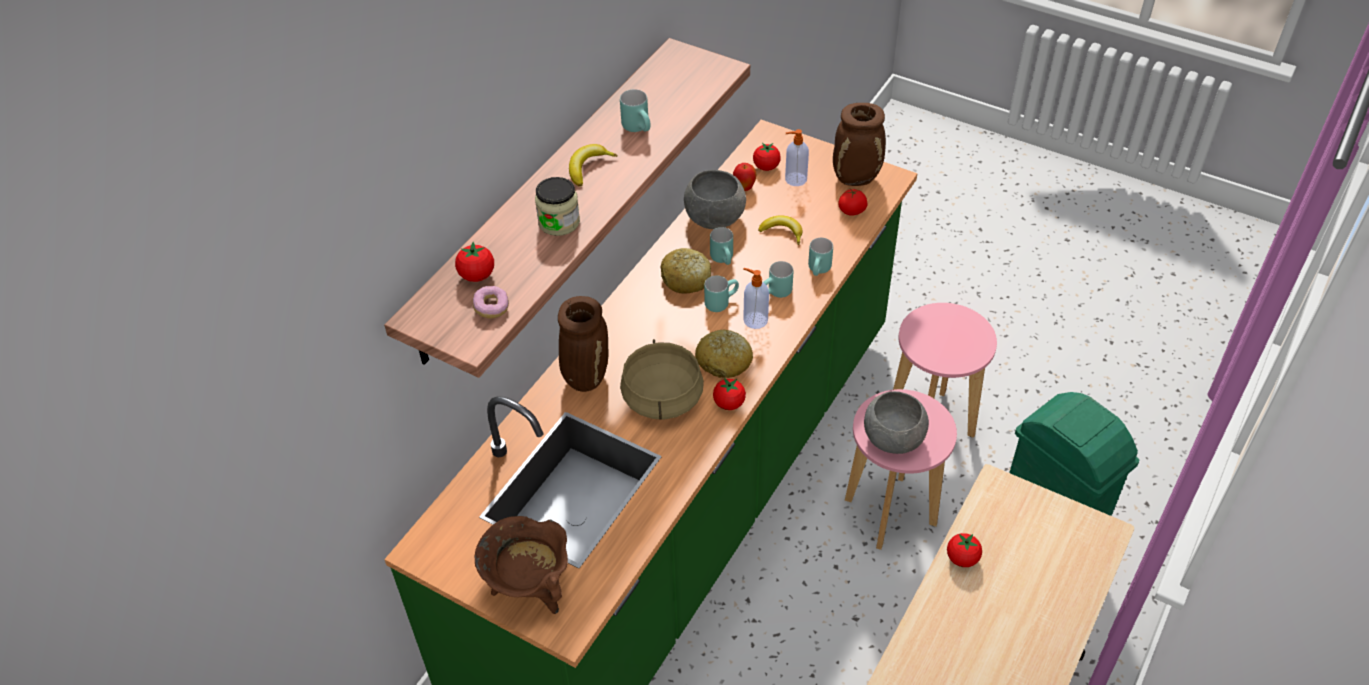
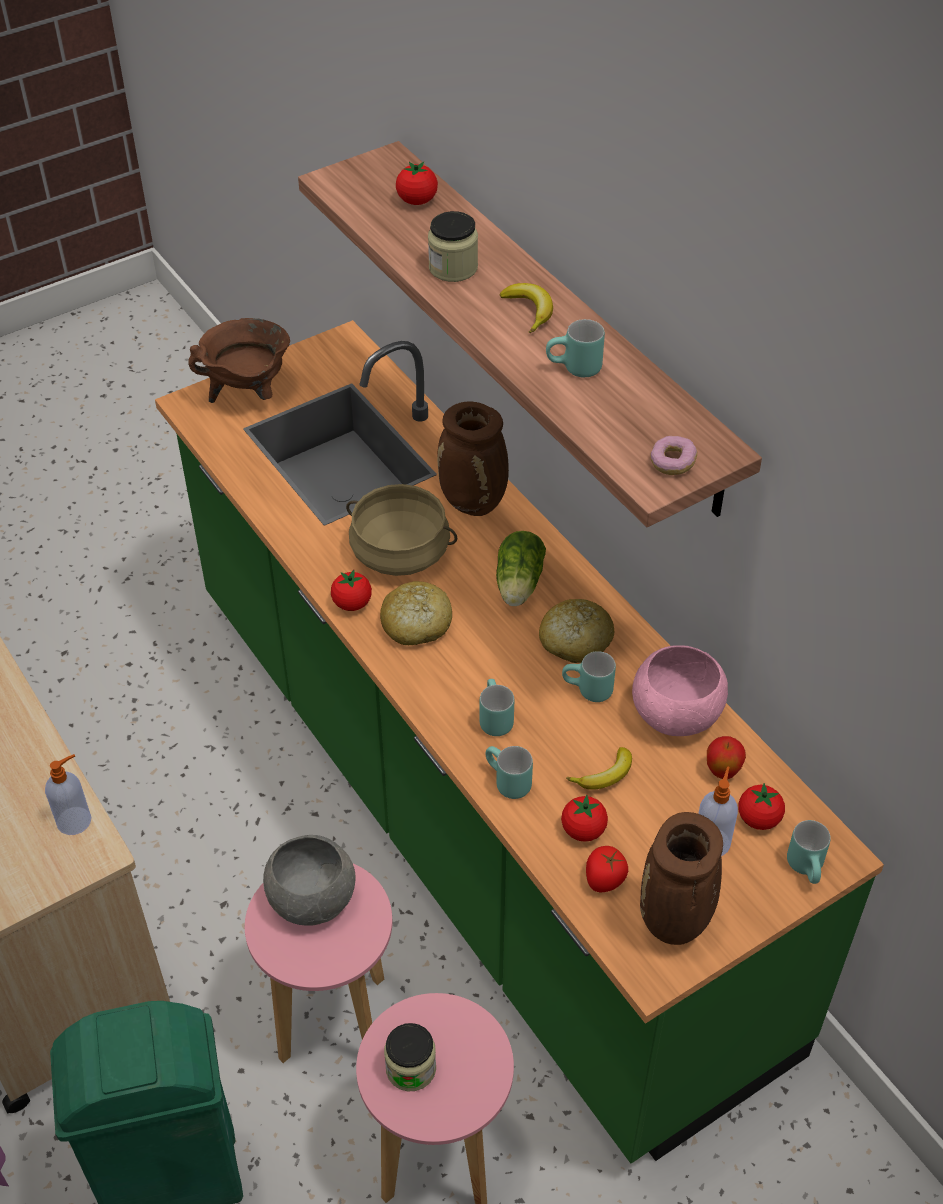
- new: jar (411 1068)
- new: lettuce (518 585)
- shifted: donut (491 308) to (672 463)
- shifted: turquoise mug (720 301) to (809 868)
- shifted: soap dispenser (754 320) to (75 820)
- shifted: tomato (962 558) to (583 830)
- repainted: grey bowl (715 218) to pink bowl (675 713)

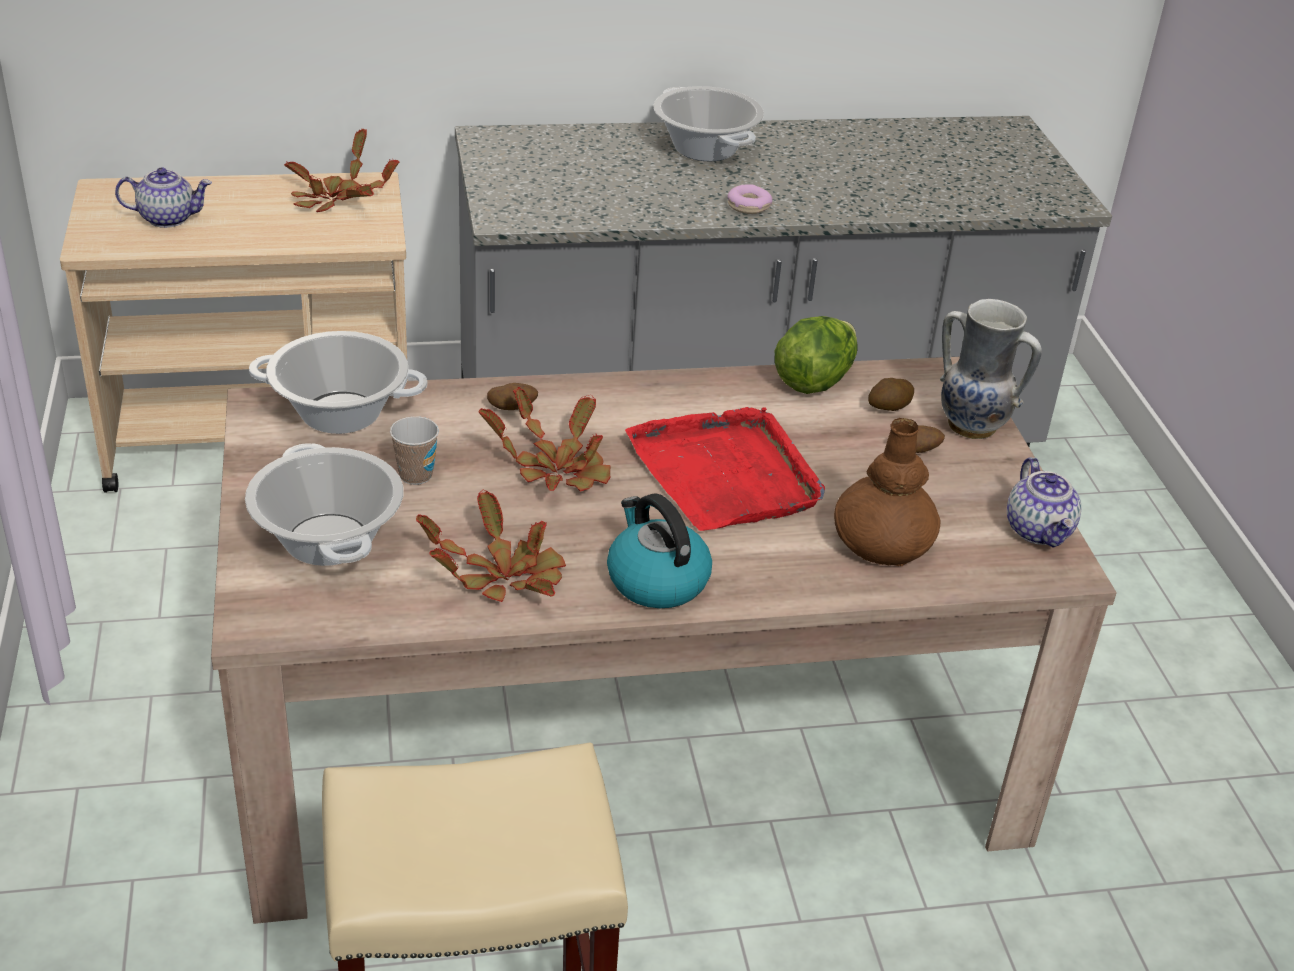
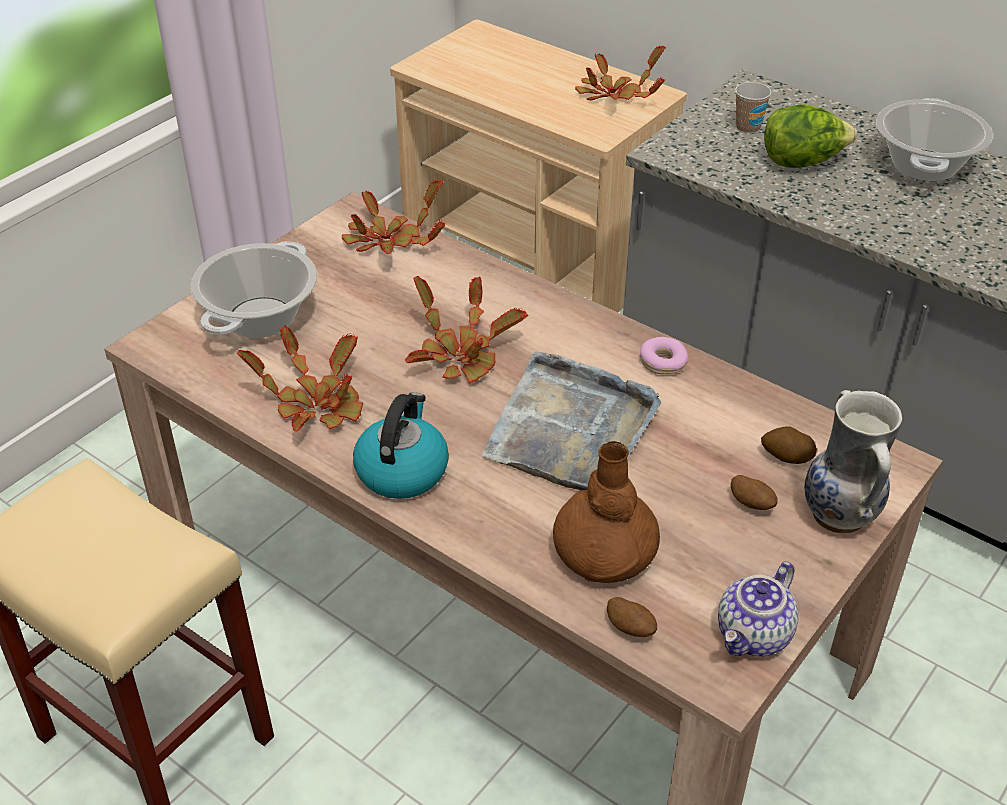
- gone: teapot (168 218)
- shifted: cup (415 475) to (748 127)
- shifted: potato (512 409) to (630 629)
- shifted: donut (748 206) to (663 362)
- shifted: lettuce (814 380) to (802 162)
- swapped: cooking pot (340 414) to potted plant (388 242)
- repainted: red tray (726 474) to grey tray (570 429)

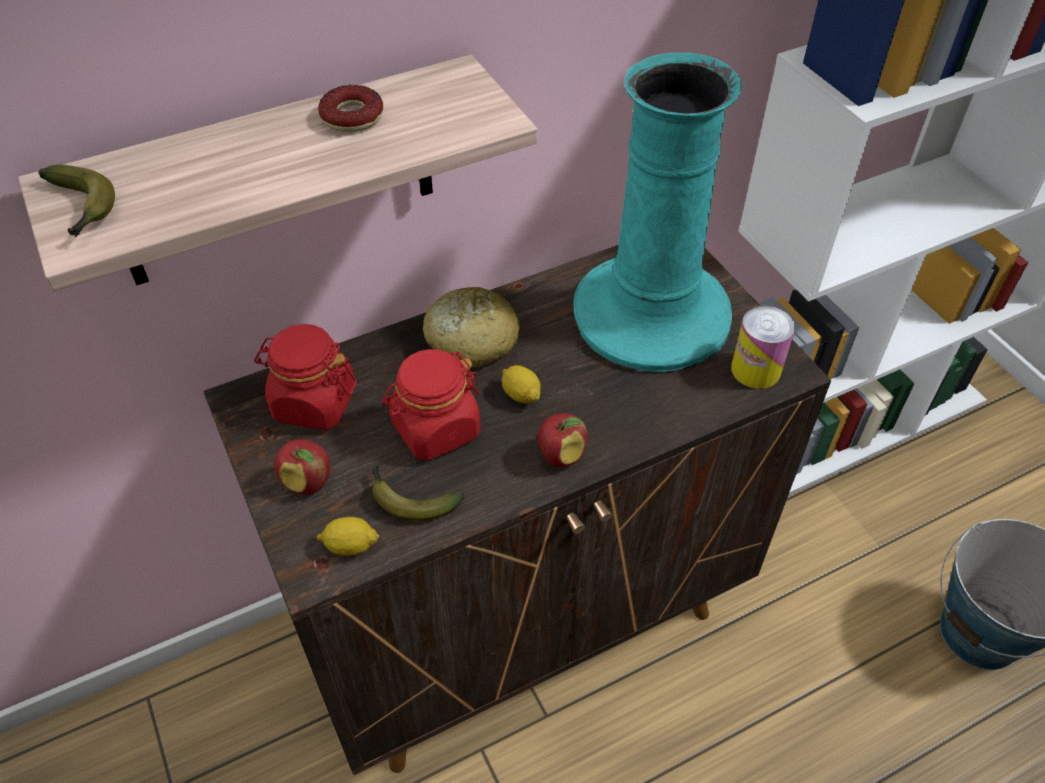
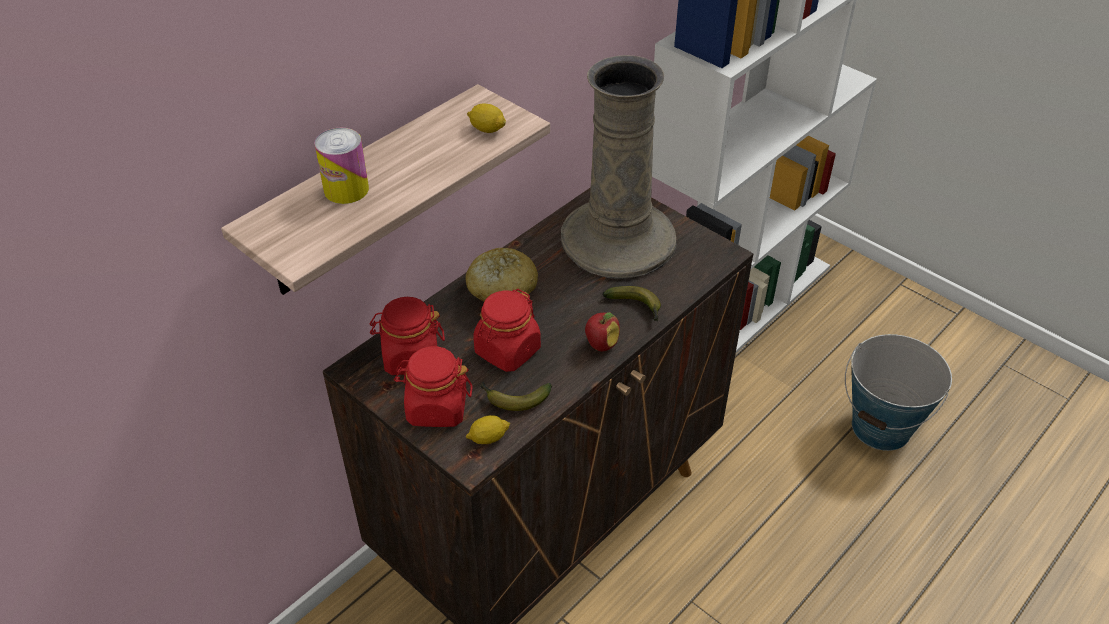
- gone: donut (352 117)
- shifted: banana (82 209) to (636 307)
- shifted: lemon (520 394) to (487 129)
- shifted: can (755 369) to (346 189)
- swapped: apple (308 482) to red jar (436 408)
- repainted: turquoise vase (652 315) to beige vase (619 240)

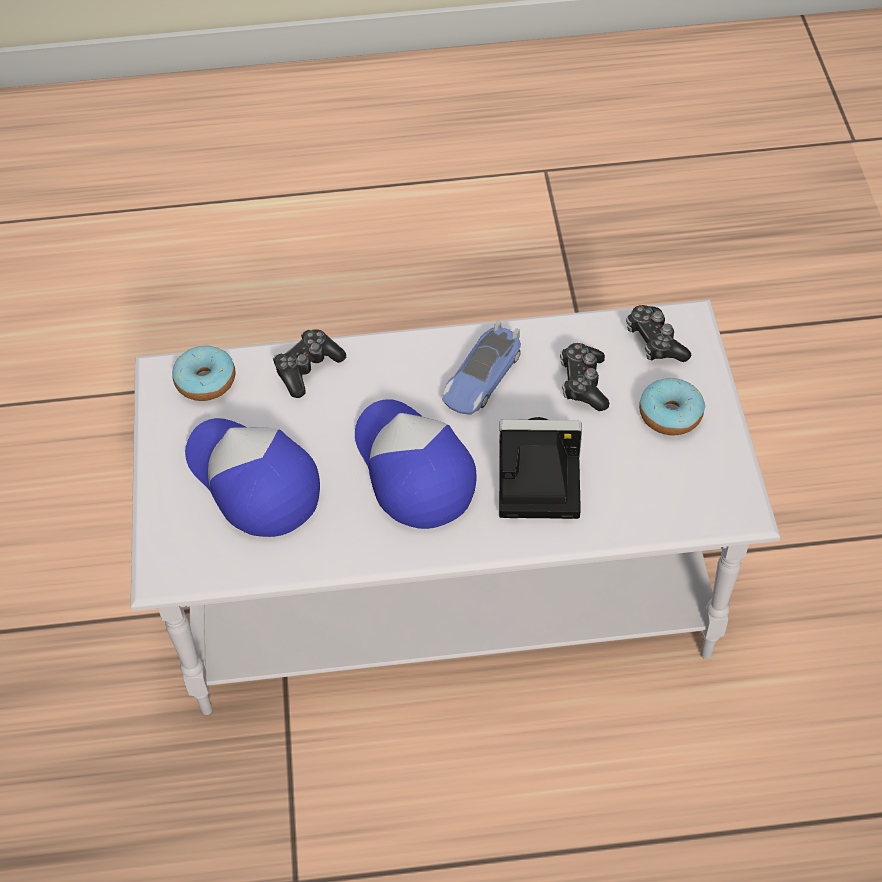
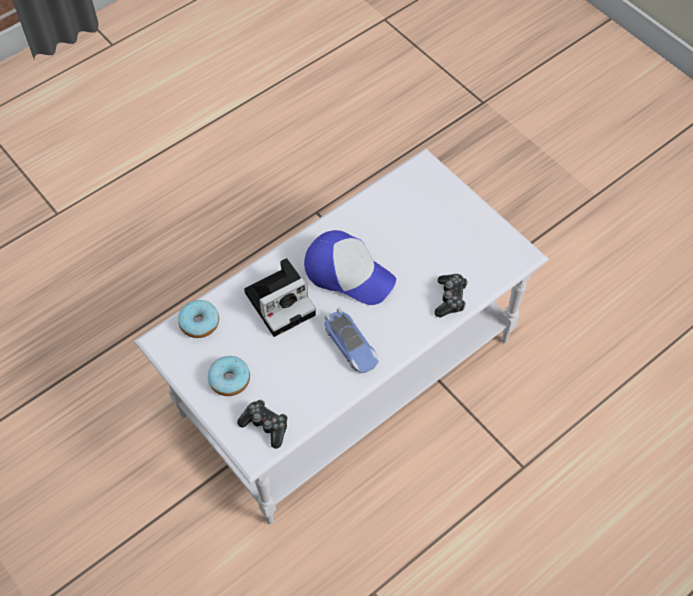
- gone: cap (252 481)
- gone: game controller (583 383)
- shifted: donut (205 381) to (199 323)
- rotated: toy car (482 377) = (351 345) 150 degrees clockwise

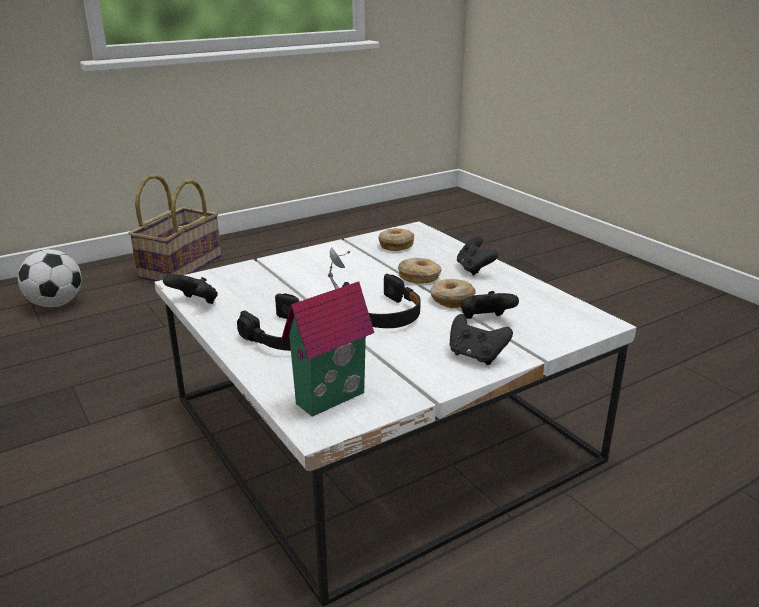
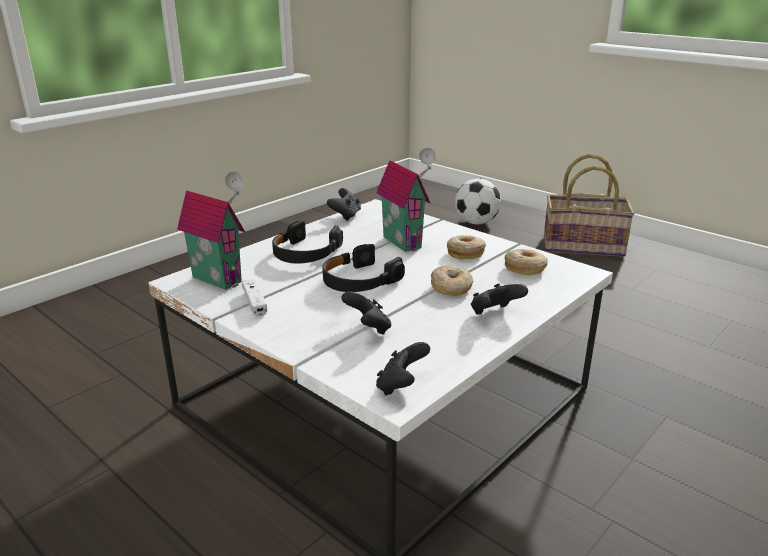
- new: white game controller (254 303)
- new: toy house (405 242)
- shifted: donut (451 300) to (465 253)
- shifted: black game controller (476 356) to (401 386)

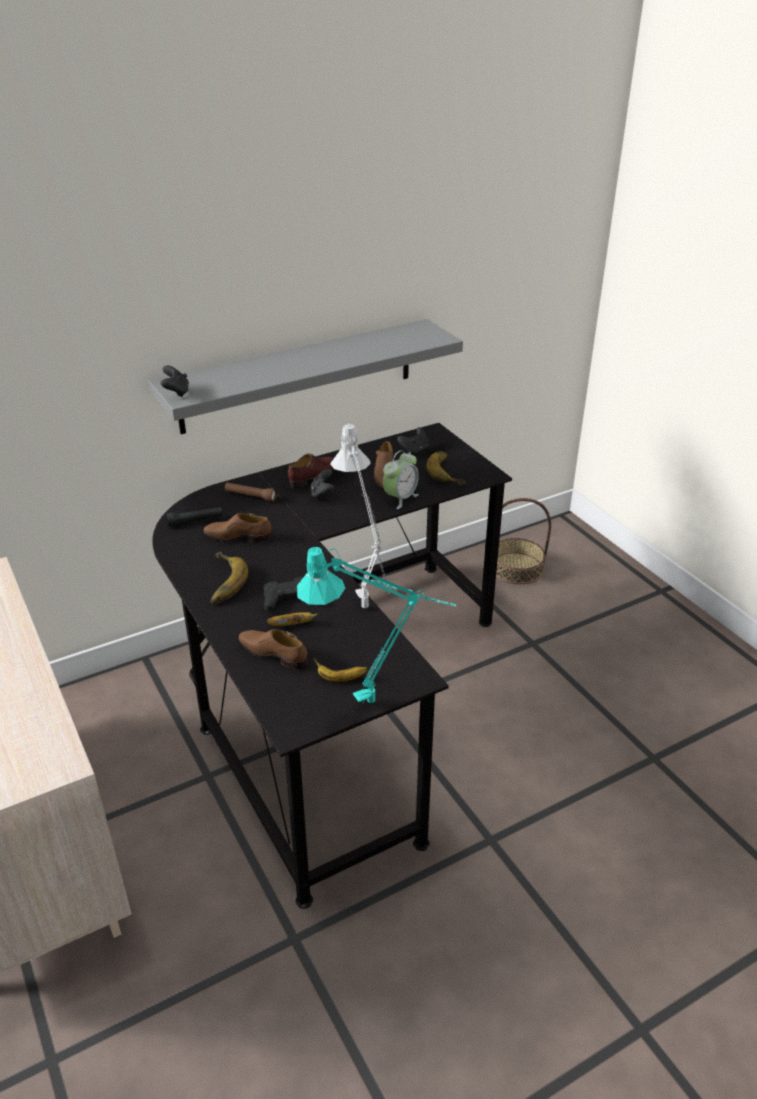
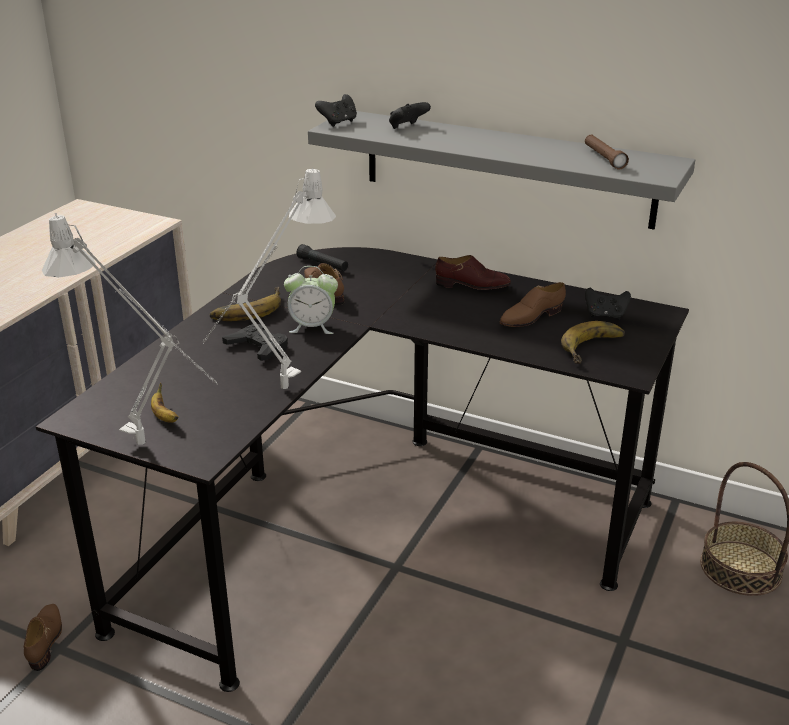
- gone: banana (292 625)
- shifted: brown flashlight (250 496) to (604 158)
- shifted: brown shoe (273 653) to (46 640)
- shifted: black game controller (322 494) to (407 127)
- shifted: alarm clock (400 498) to (312 327)
- repainted: turquoise table lamp (380 699) to grey table lamp (151 449)

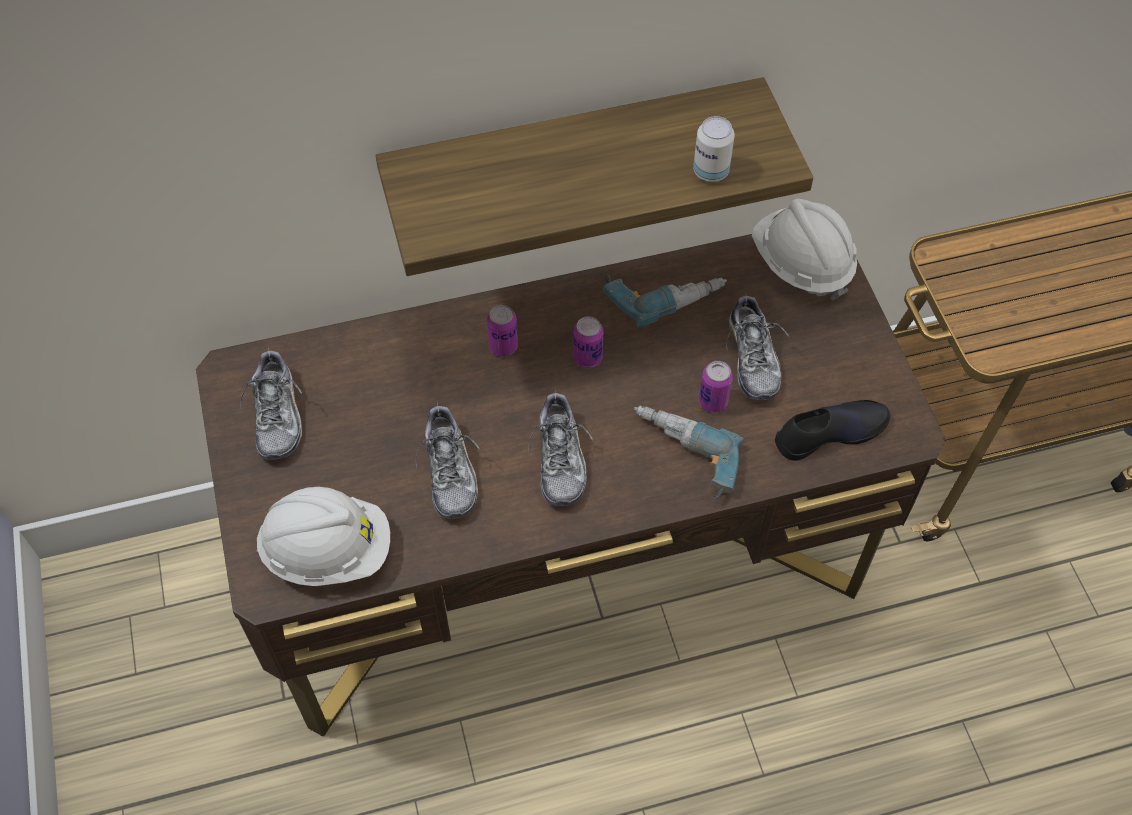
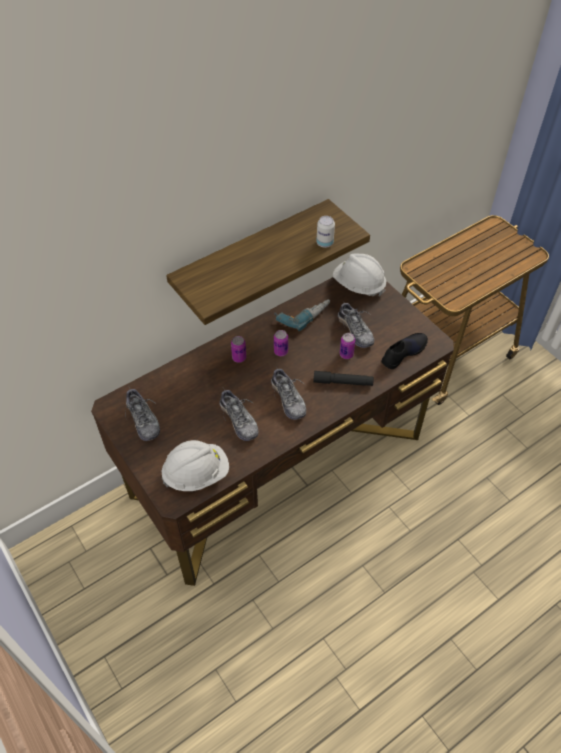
- swapped: power drill (681 457) to black flashlight (343 382)

